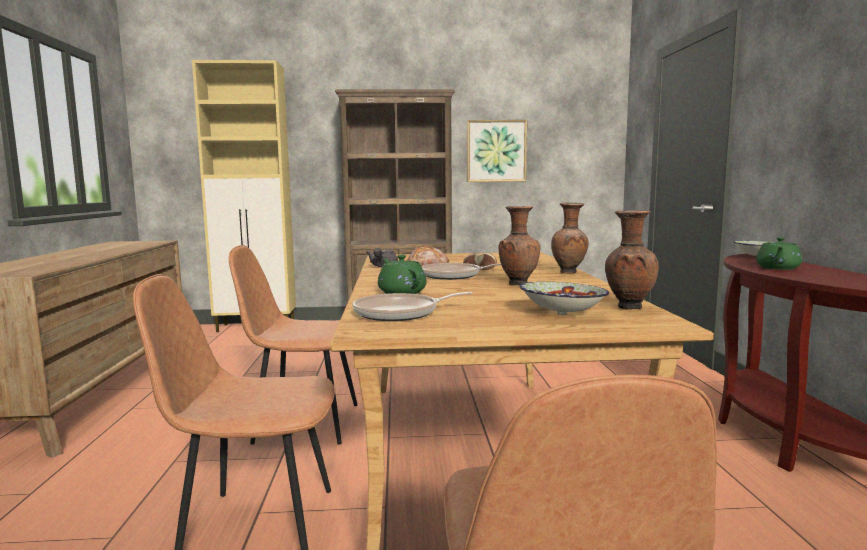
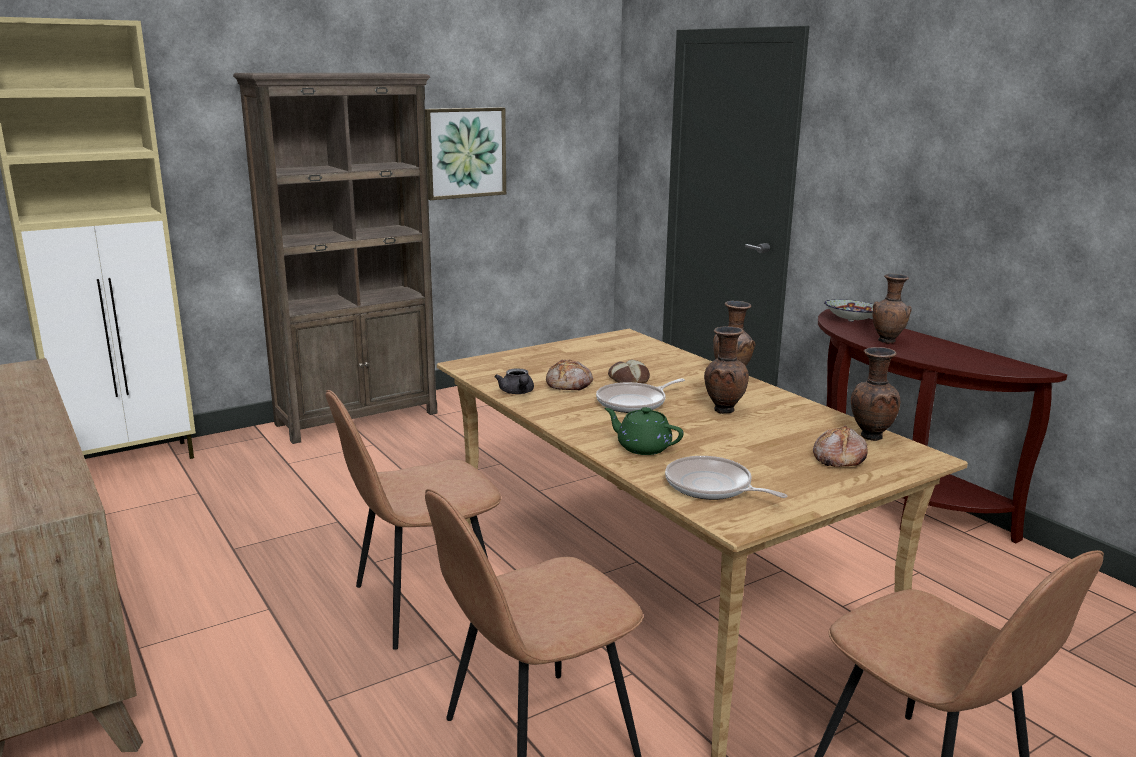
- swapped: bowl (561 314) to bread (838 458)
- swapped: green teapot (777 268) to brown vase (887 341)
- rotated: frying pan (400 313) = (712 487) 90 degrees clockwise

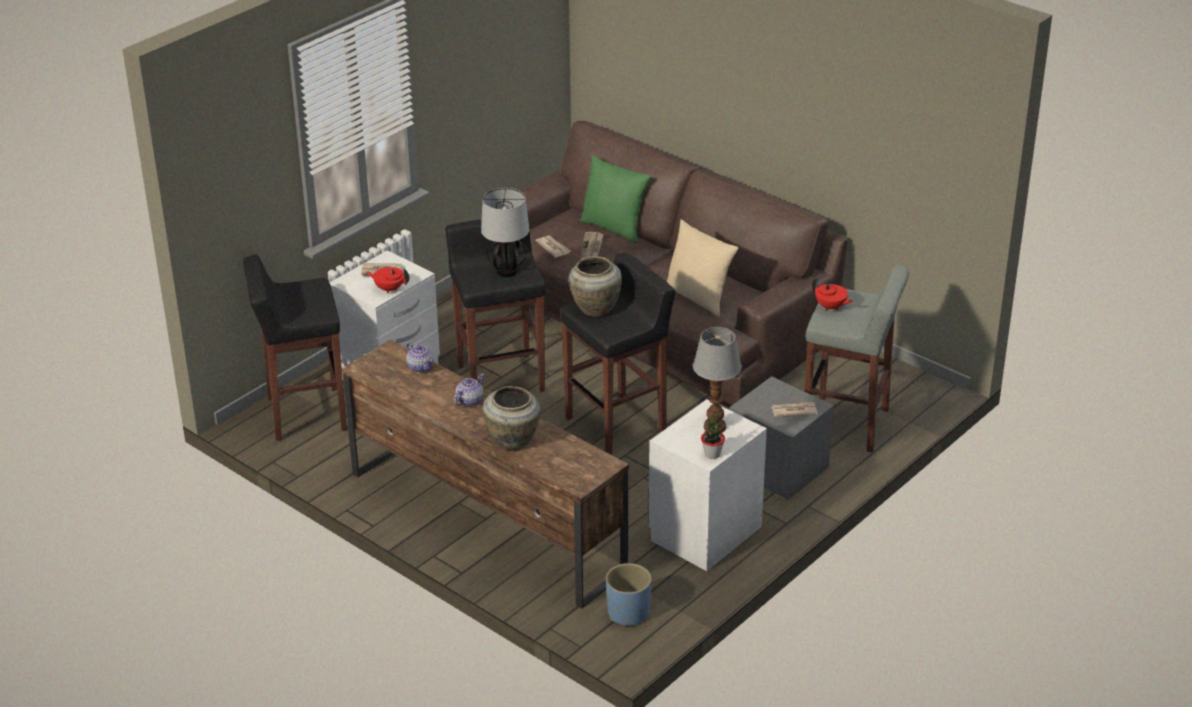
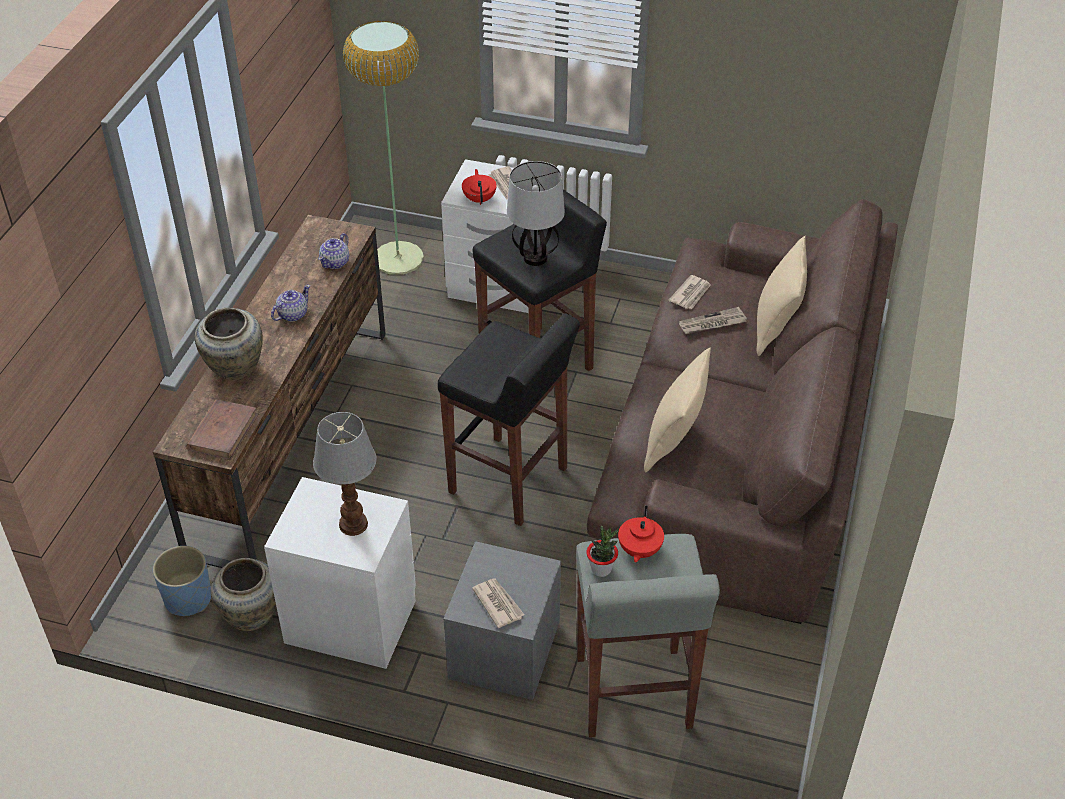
- new: brown book (223 432)
- shifted: beige vase (595 308) to (251 614)
- shifted: potted plant (712 454) to (601 569)
- swapped: black stool (305 414) to floor lamp (398 258)
- repainted: green pillow (614 228) to beige pillow (776 328)
- rotated: teapot (469 401) = (292 314) 60 degrees counterclockwise

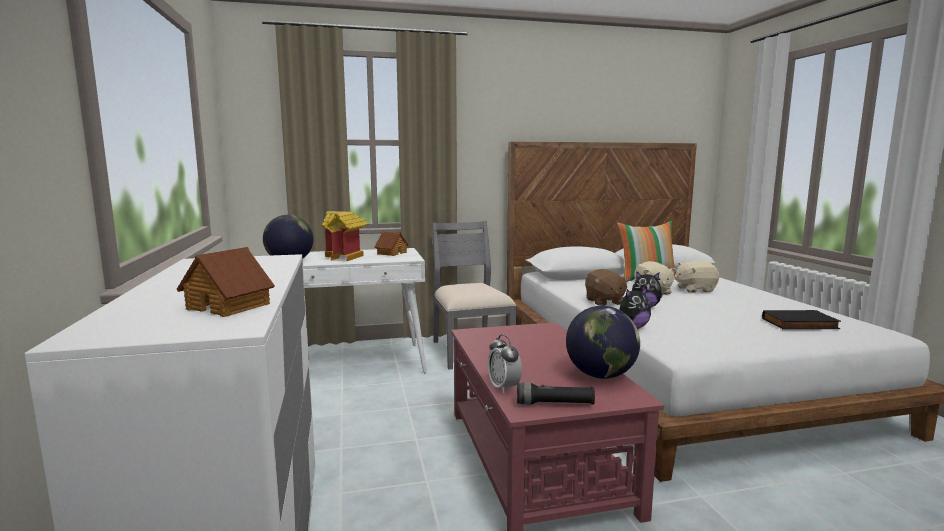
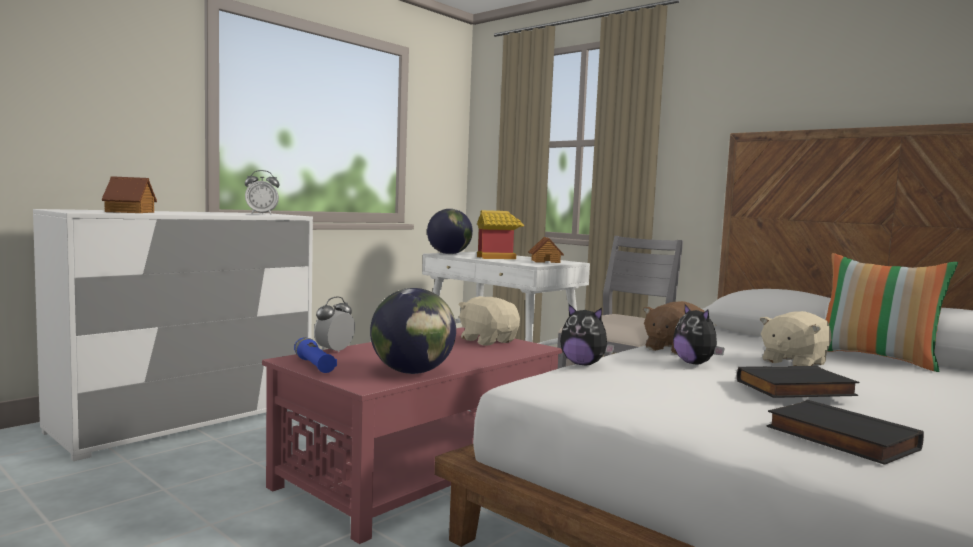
- new: alarm clock (262 214)
- new: black book (796 389)
- shifted: beige plush toy (695 289) to (488 341)
- repainted: black flashlight (554 404) to blue flashlight (314 365)

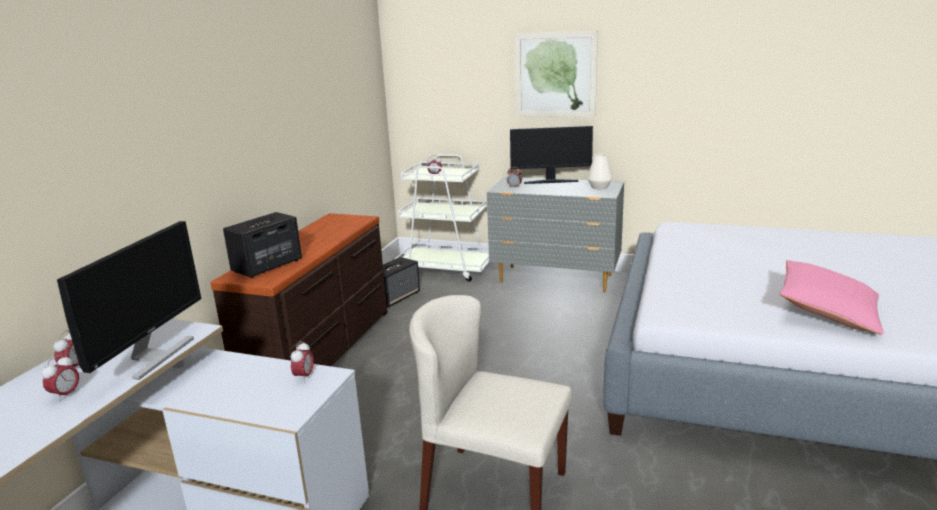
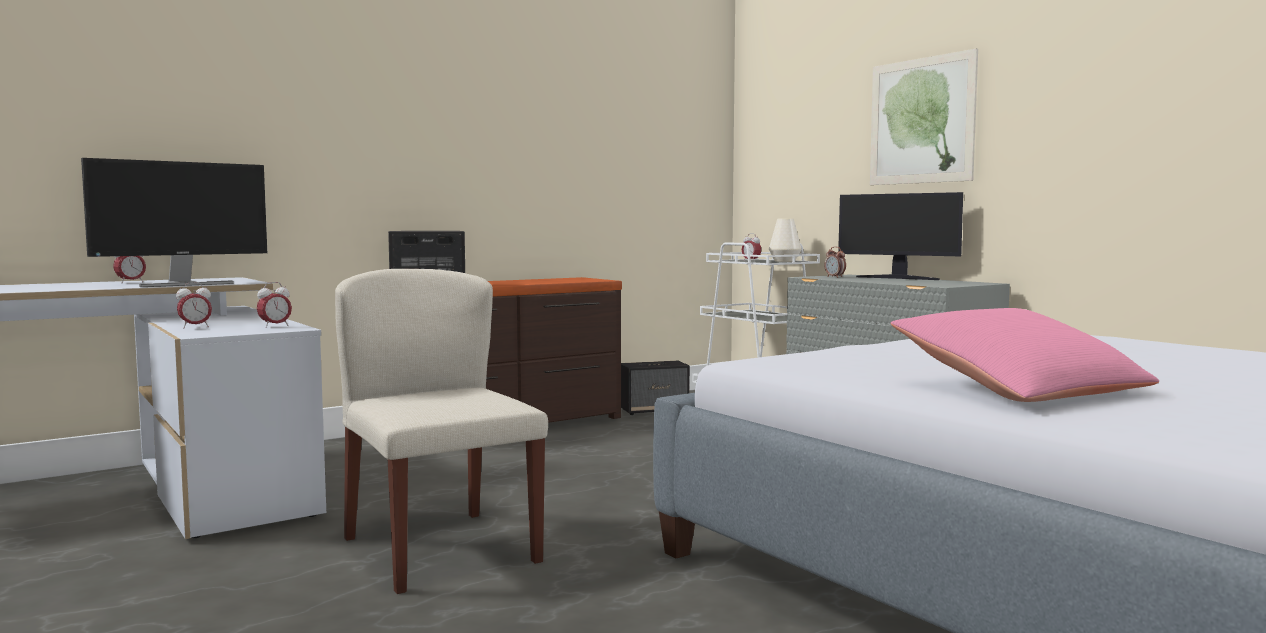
- shifted: alarm clock (66 395) to (195 327)
- shifted: white vase (599 187) to (784 261)

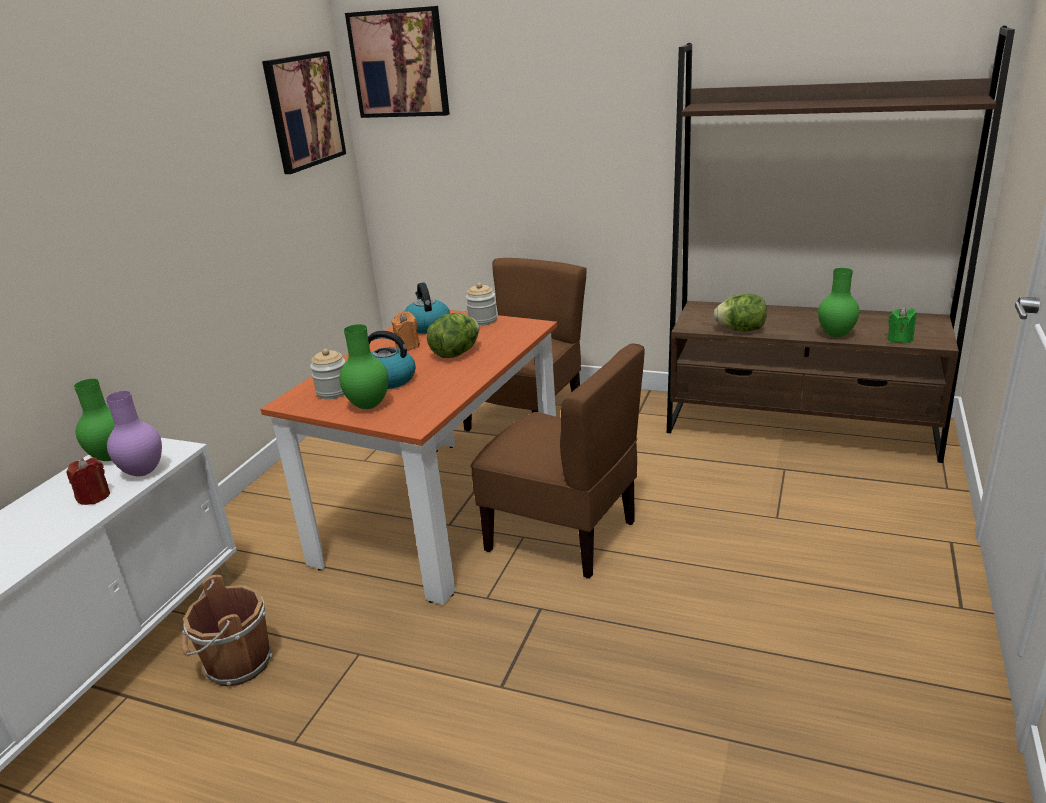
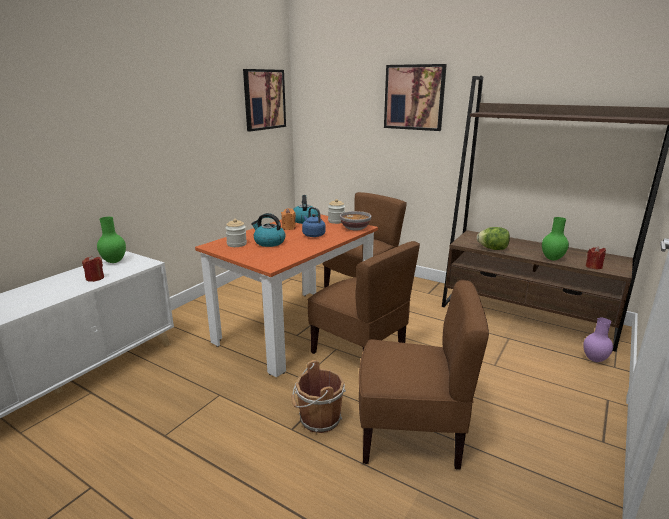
- gone: green vase (369 405)
- new: bowl (355 228)
- new: brown chair (411 434)
- shifted: purple vase (144 472) to (595 360)
- shifted: brown bucket (236 665) to (318 419)
- shifted: picture (399 63) to (414 97)
- swapped: lettuce (456 353) to blue kettle (313 235)
- repainted: green candle (899 339) to red candle (593 267)

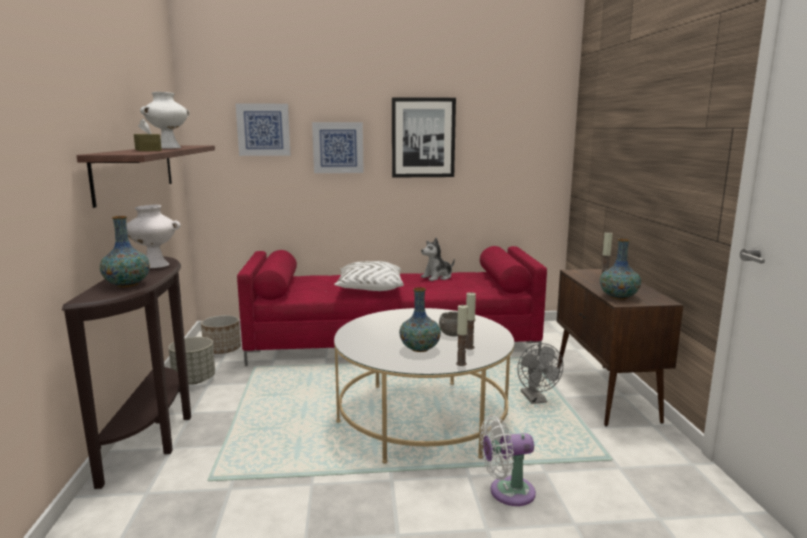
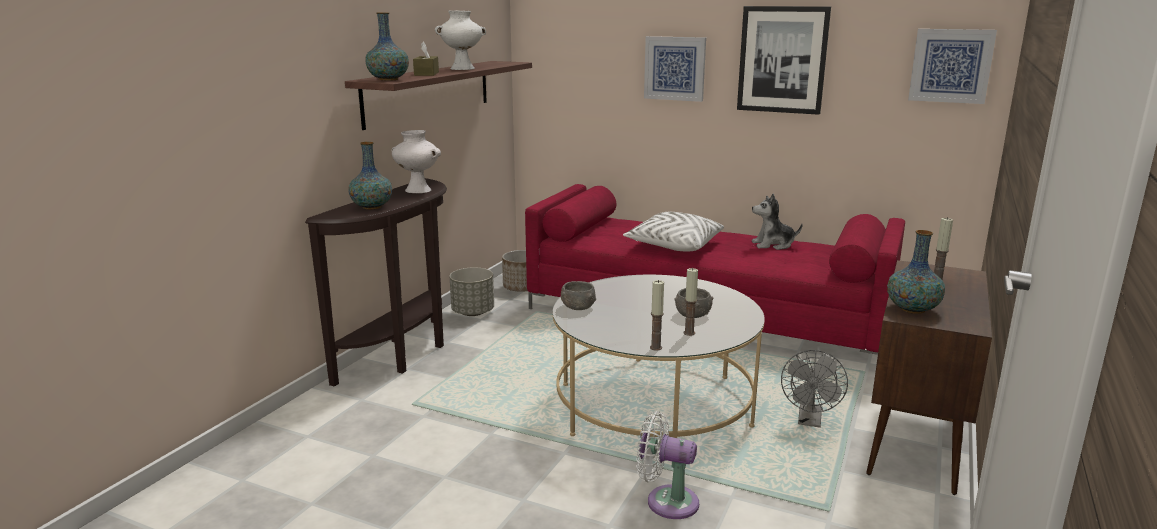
- new: grey bowl (578 307)
- shifted: picture (263 129) to (951 65)
- shifted: vase (420 349) to (388 79)

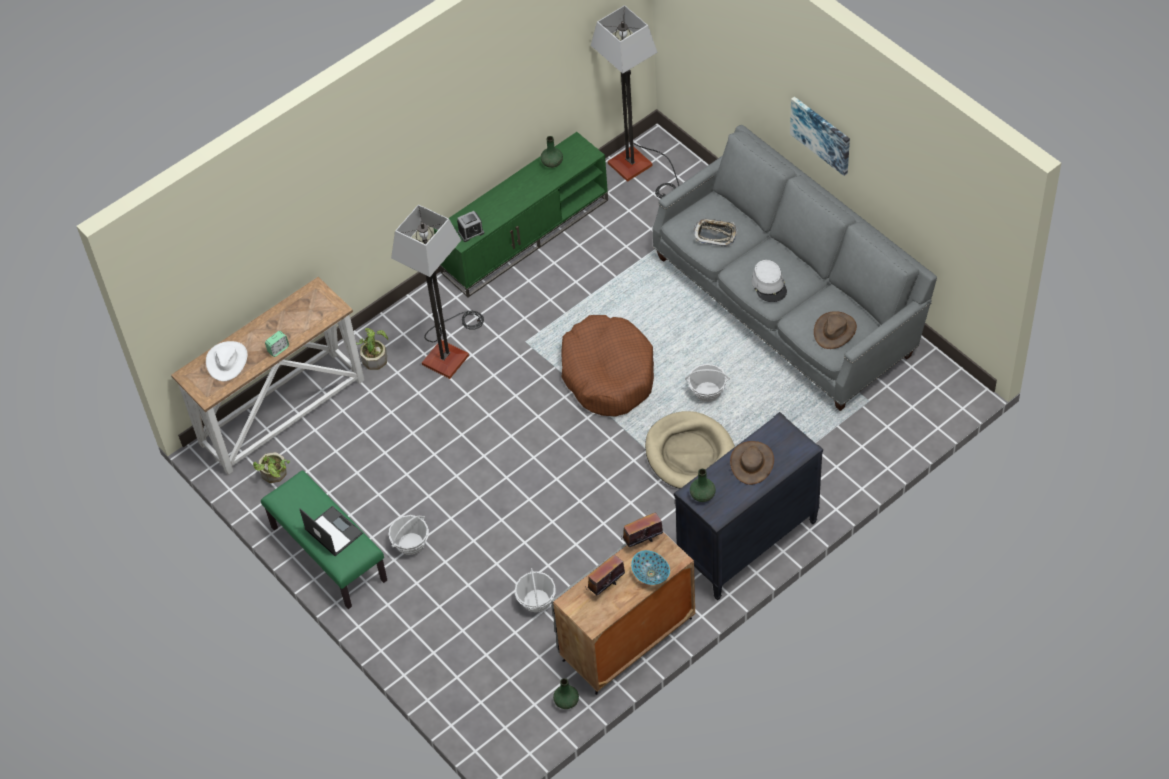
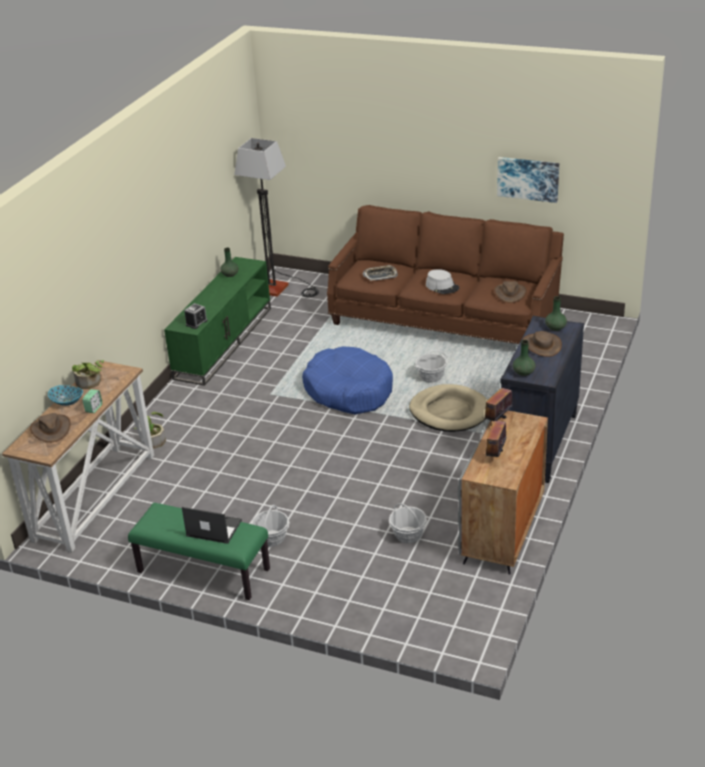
- gone: floor lamp (449 350)
- shifted: potted plant (274 475) to (90 384)
- shifted: green vase (566 701) to (555 328)
- shifted: bowl (651 573) to (67 402)
- shifted: picture (821 134) to (528 179)
- repainted: white hat (227 361) to brown hat (51 429)
- repainted: brown dog bed (608 374) to blue dog bed (349 391)
- repainted: grey sofa (788 302) to brown sofa (445 318)

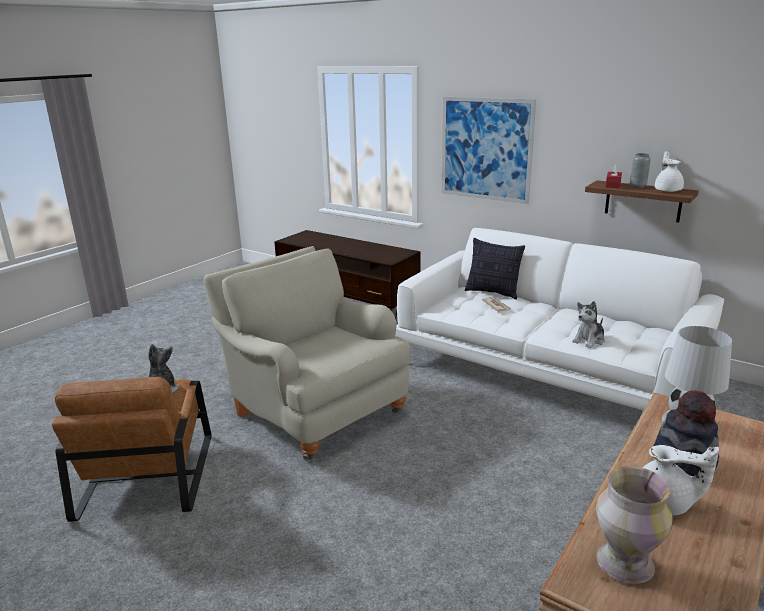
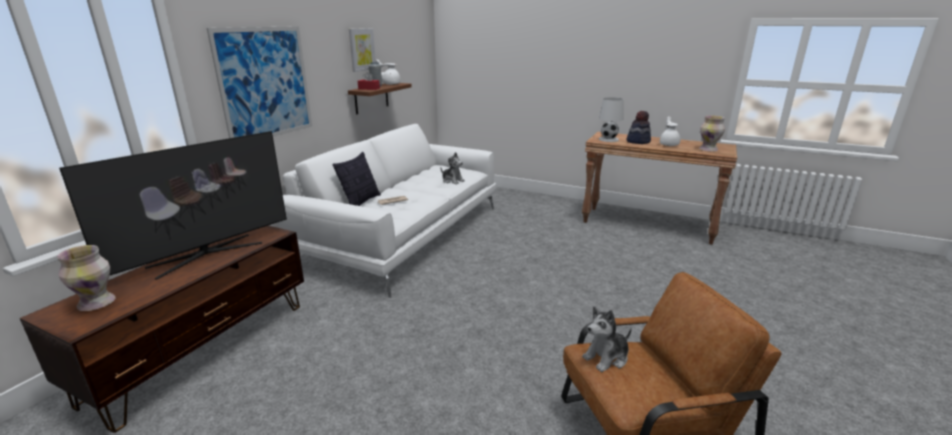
- gone: beige armchair (314 410)
- new: vase (97 303)
- new: television (205 255)
- new: picture (361 49)

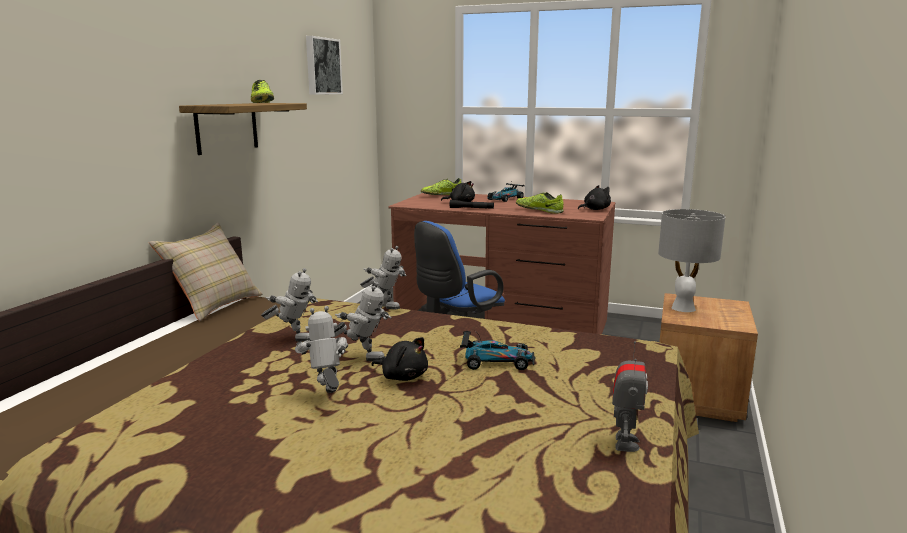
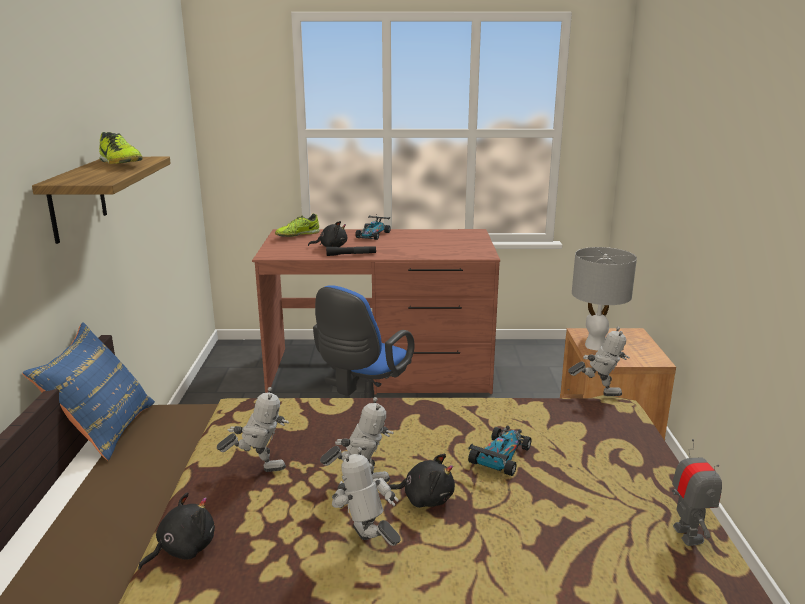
- gone: picture (322 66)
- gone: shoe (539 210)
- shifted: toy robot (385 306) to (598 392)
- shifted: black plush toy (595 209) to (183 549)
- repainted: beige pillow (214 305) to blue pillow (103 429)
- rotated: toy car (496 361) = (500 456) 45 degrees counterclockwise

